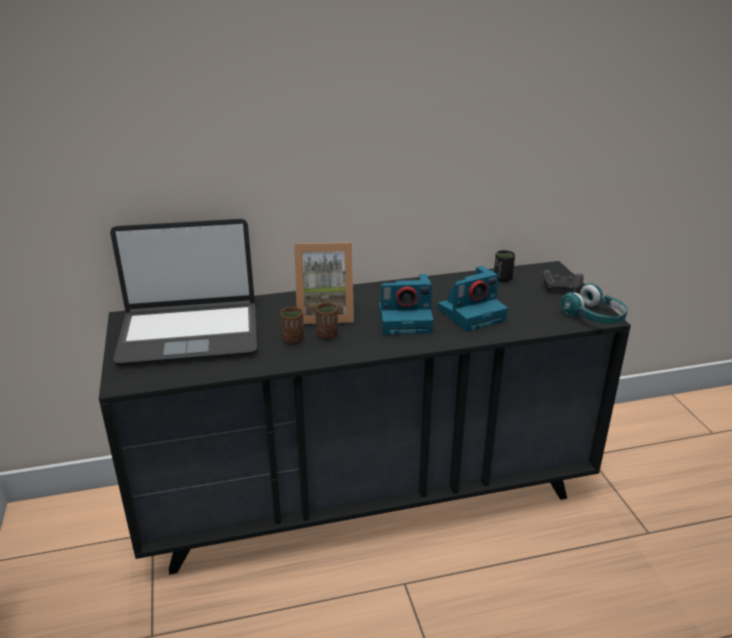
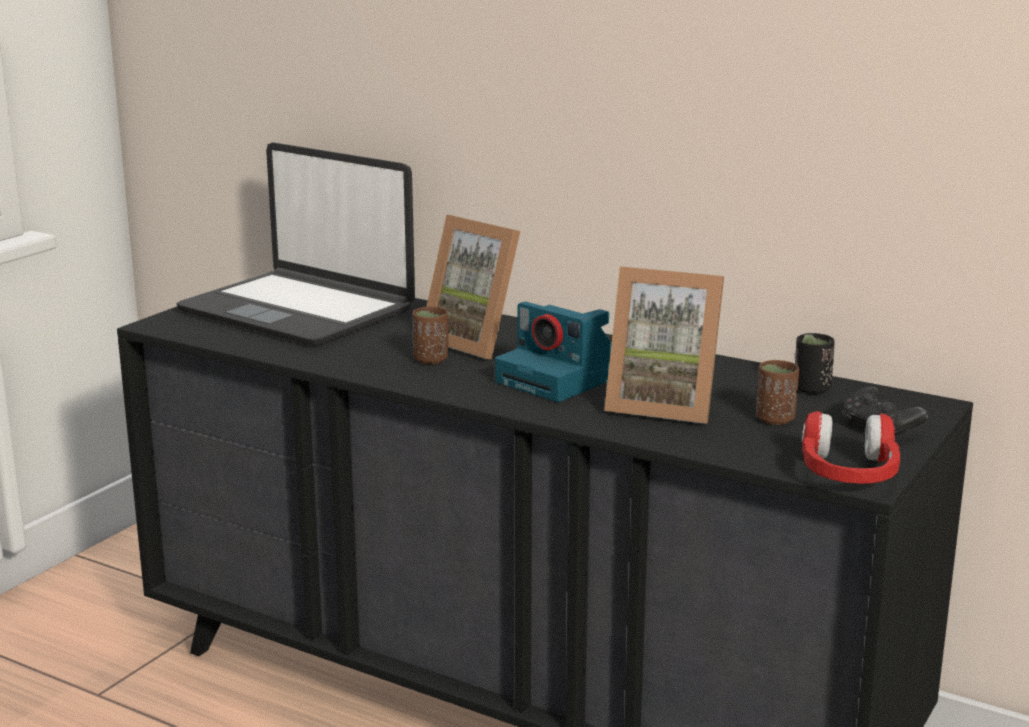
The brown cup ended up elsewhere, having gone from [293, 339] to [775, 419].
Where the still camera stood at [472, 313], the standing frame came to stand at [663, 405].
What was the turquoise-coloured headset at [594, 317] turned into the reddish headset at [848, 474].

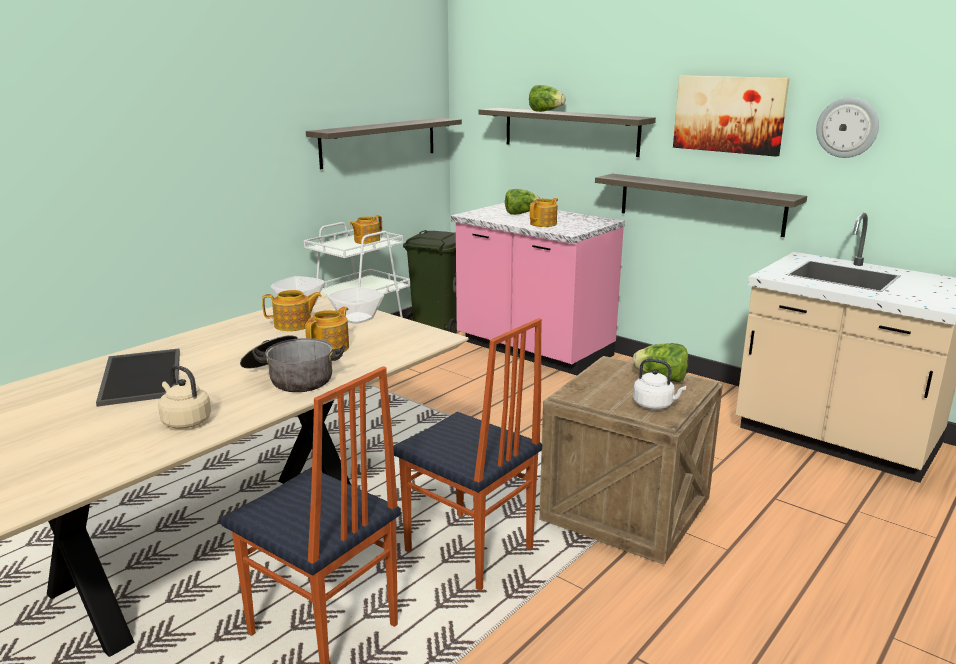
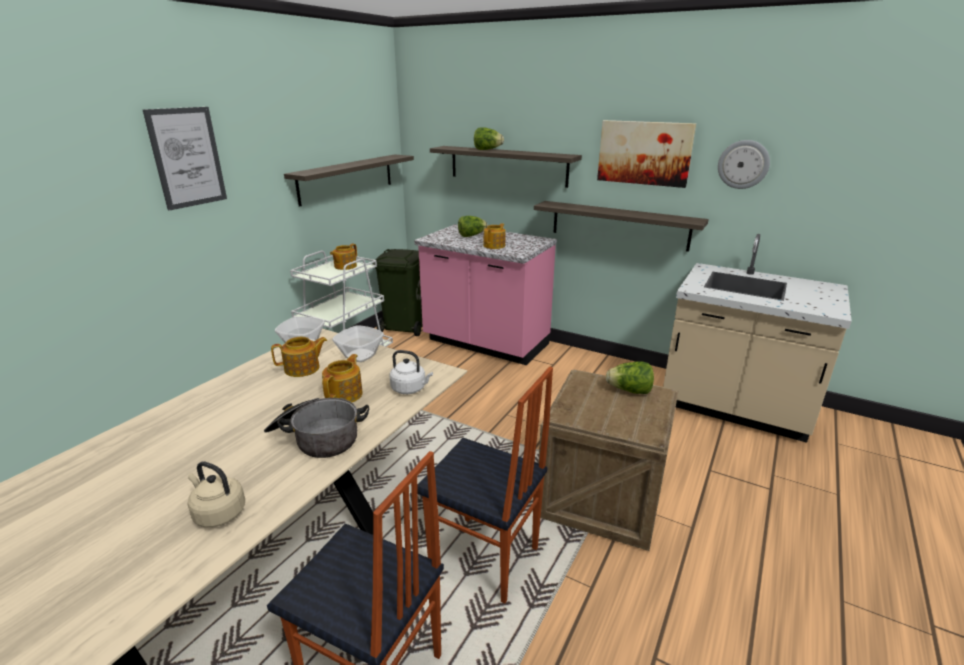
The second view lost the serving tray at [139, 376].
The second view gained the wall art at [187, 157].
The white-coloured kettle ended up elsewhere, having gone from [655, 405] to [410, 389].

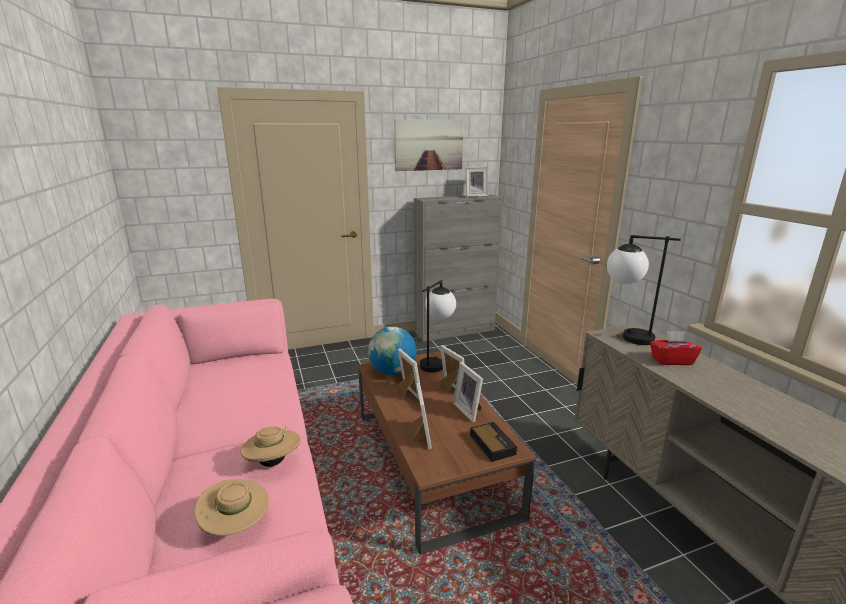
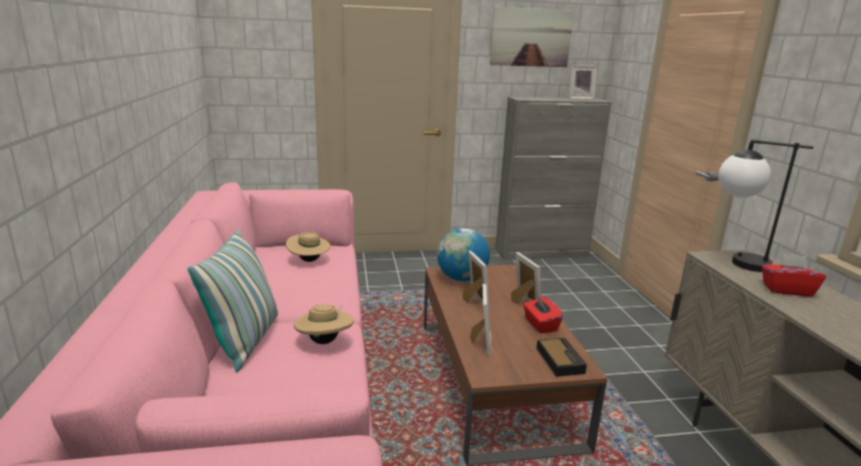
The second view lost the lamp for a table at [436, 362].
The second view gained the cushion at [245, 341].
The beige-coloured clothing hat ended up elsewhere, having gone from [236, 526] to [309, 260].
Where the standing frame stood at [469, 410], the reddish tissue box came to stand at [540, 325].

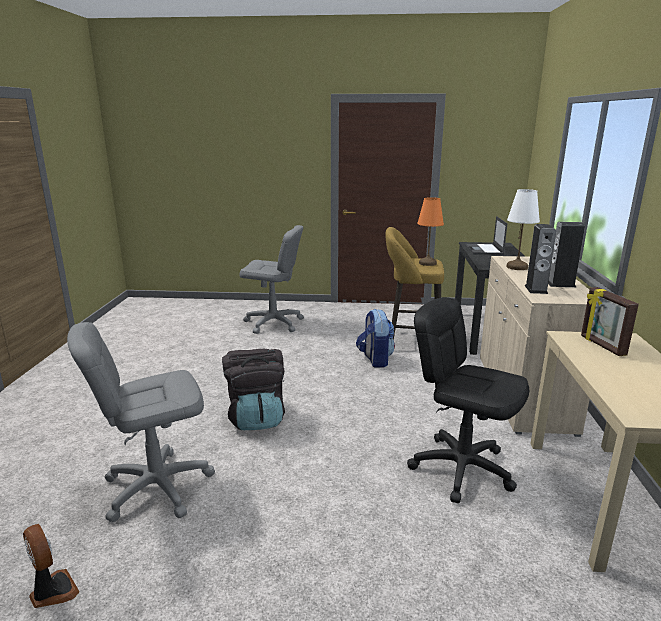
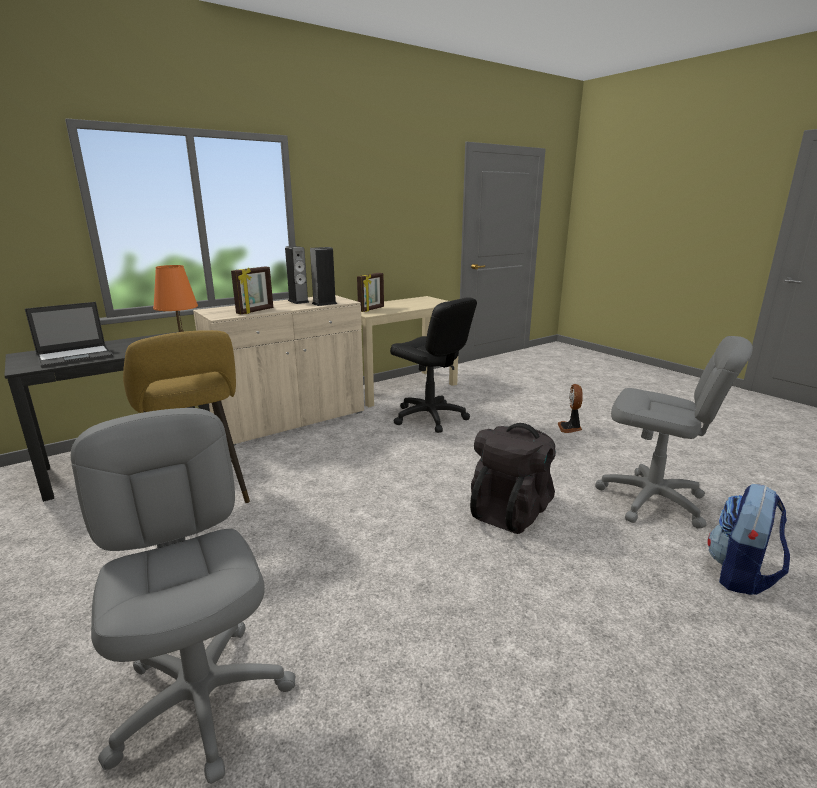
The cooling fan ended up elsewhere, having gone from [52, 591] to [570, 428].
The rucksack ended up elsewhere, having gone from [375, 360] to [740, 575].
Where the white-coloured lamp for a table stood at [517, 267], the standing frame came to stand at [255, 311].
The blackish computer chair at [461, 468] ended up facing another way, 45 degrees counterclockwise from before.

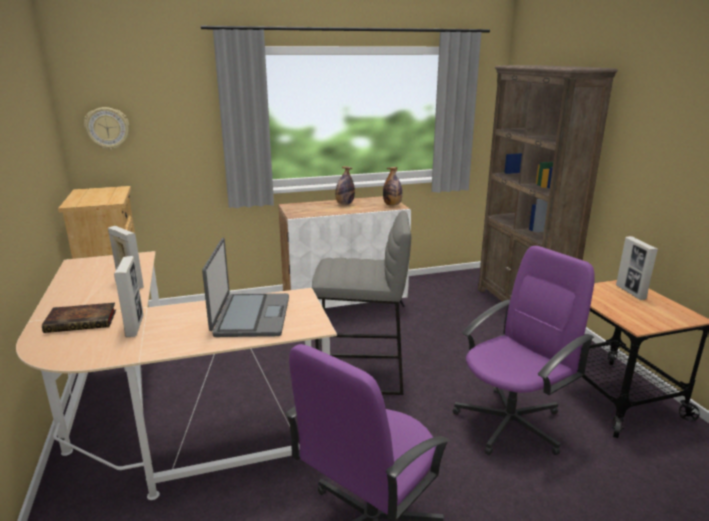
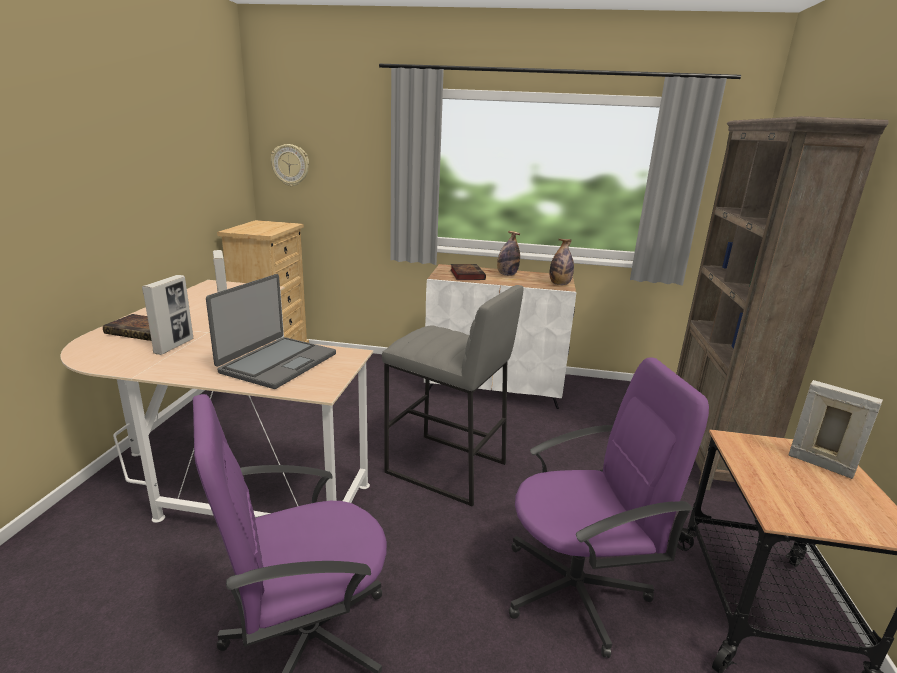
The second view gained the bound book at [466, 275].
The standing frame at [630, 292] ended up facing another way, 120 degrees clockwise from before.

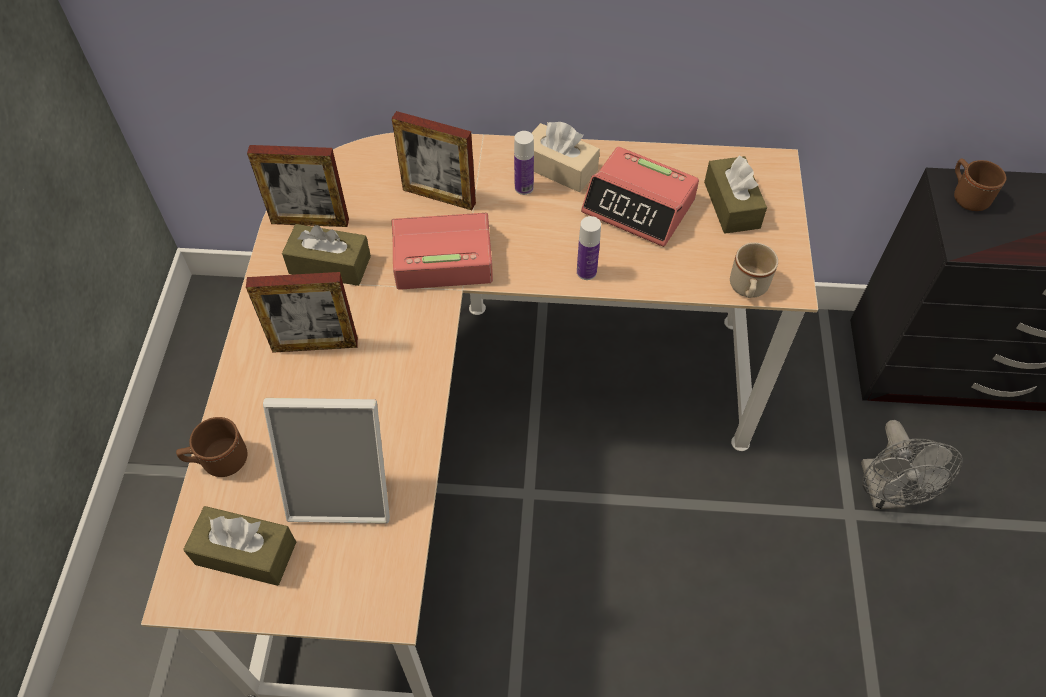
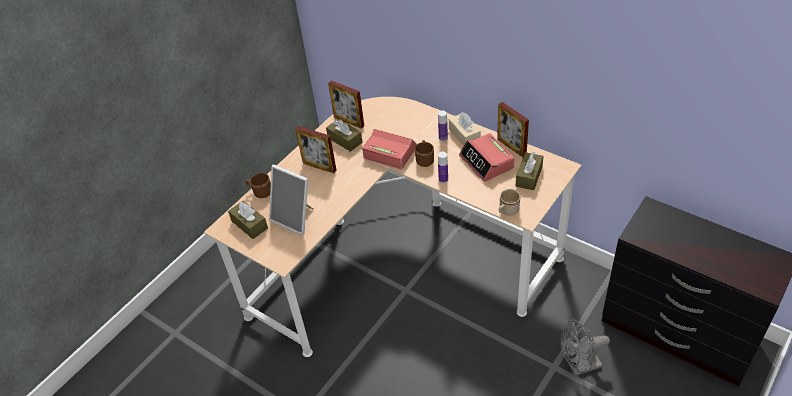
The standing frame ended up elsewhere, having gone from [439, 196] to [511, 147].
The brown mug ended up elsewhere, having gone from [966, 196] to [425, 159].
The greyish cooling fan at [885, 494] ended up facing another way, 45 degrees clockwise from before.

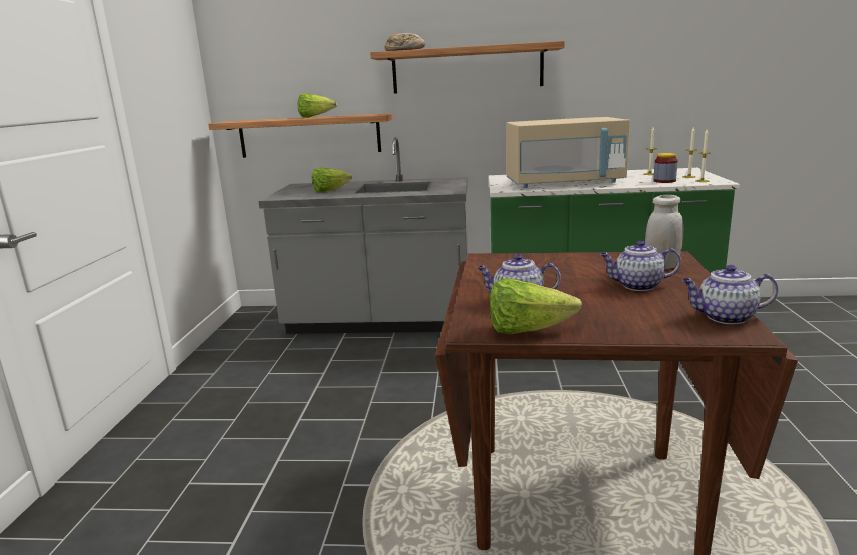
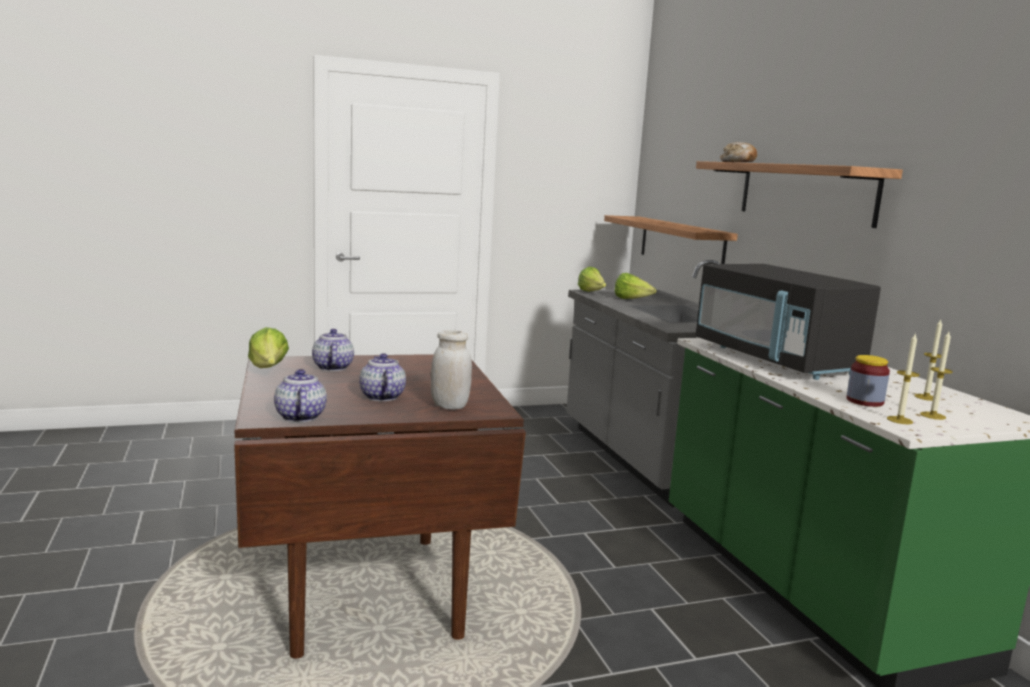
The lettuce ended up elsewhere, having gone from [315, 117] to [592, 293].
What was the beige-coloured microwave oven at [564, 183] turned into the blackish microwave oven at [775, 360].

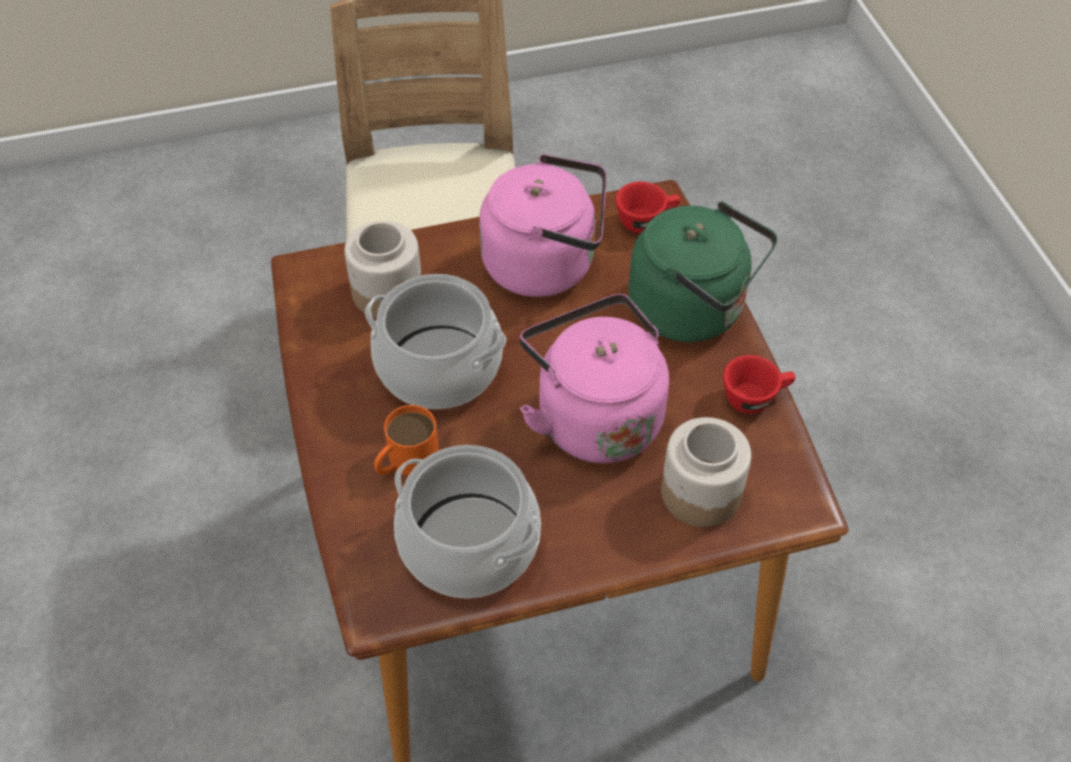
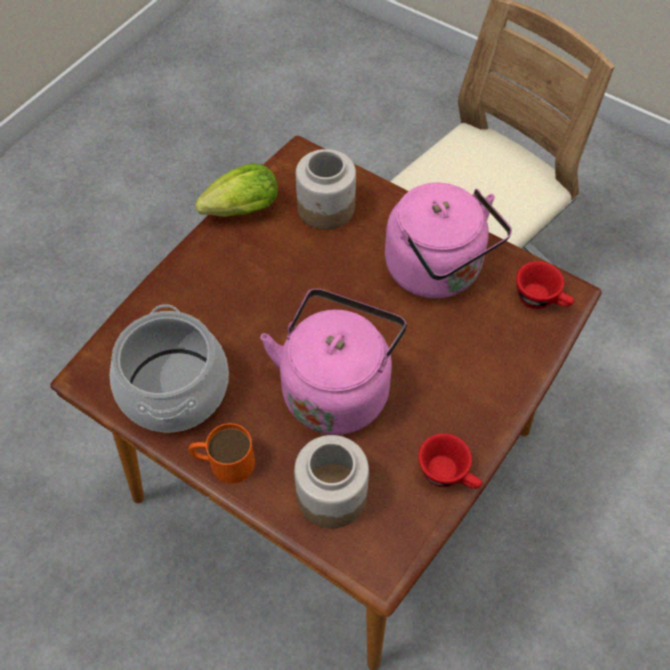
The second view lost the cooking pot at [438, 368].
The second view lost the green kettle at [693, 310].
The second view gained the lettuce at [238, 211].
The orangey mug ended up elsewhere, having gone from [405, 461] to [223, 462].

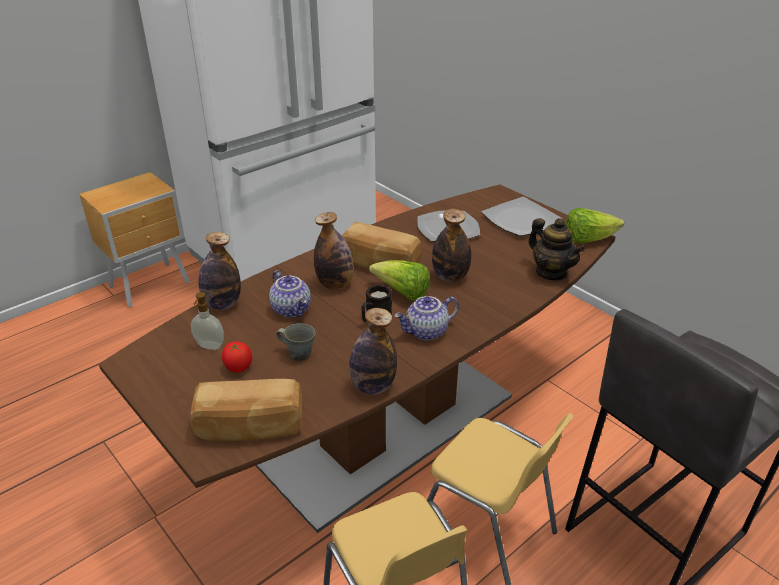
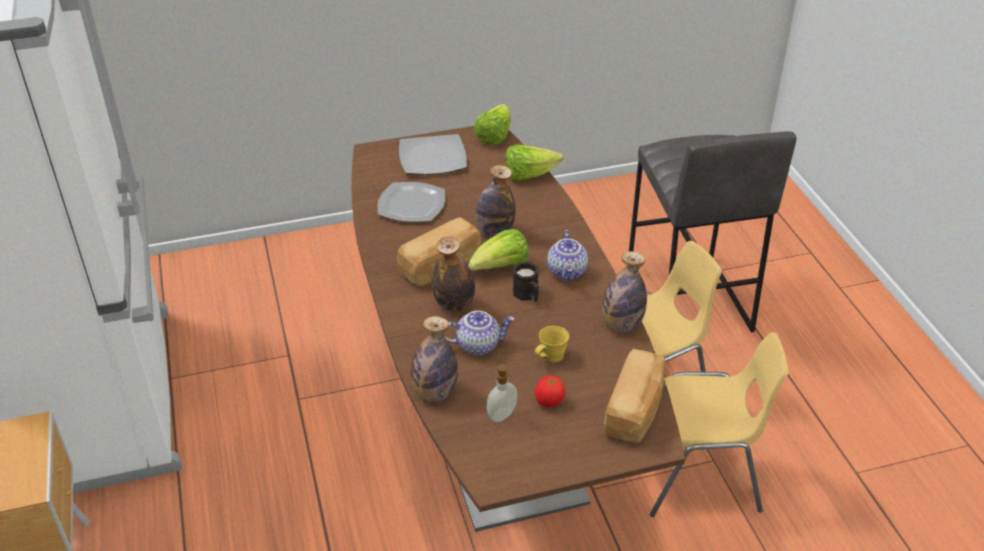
Where the tea pot stood at [551, 272], the lettuce came to stand at [529, 175].
What was the greyish mug at [298, 353] turned into the yellow-coloured mug at [551, 357].

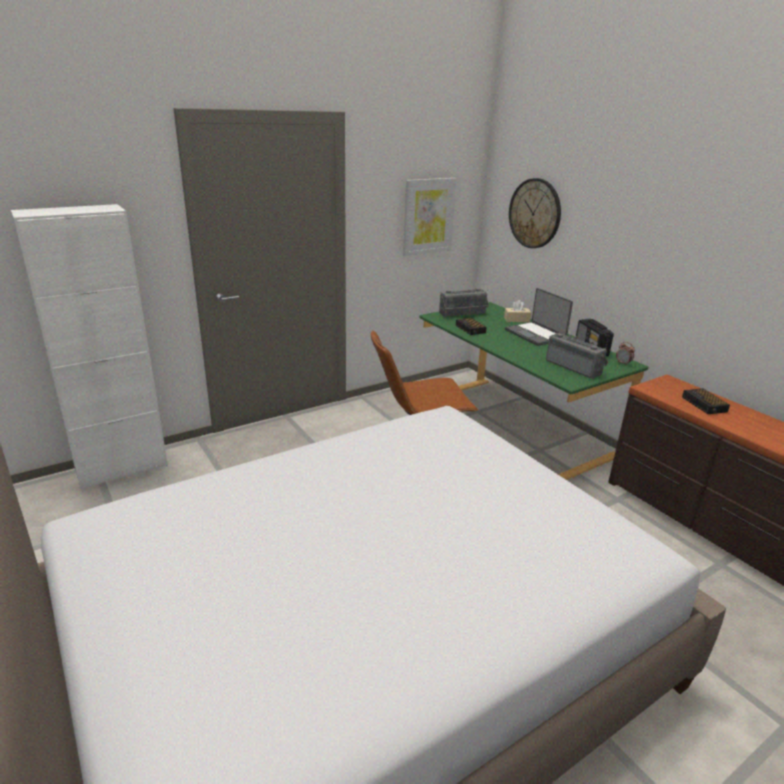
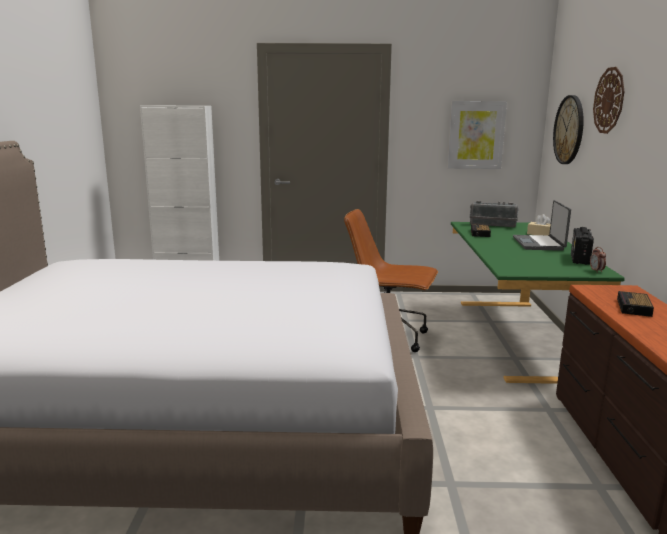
The second view lost the radio set at [575, 367].
The second view gained the wall clock at [609, 100].

